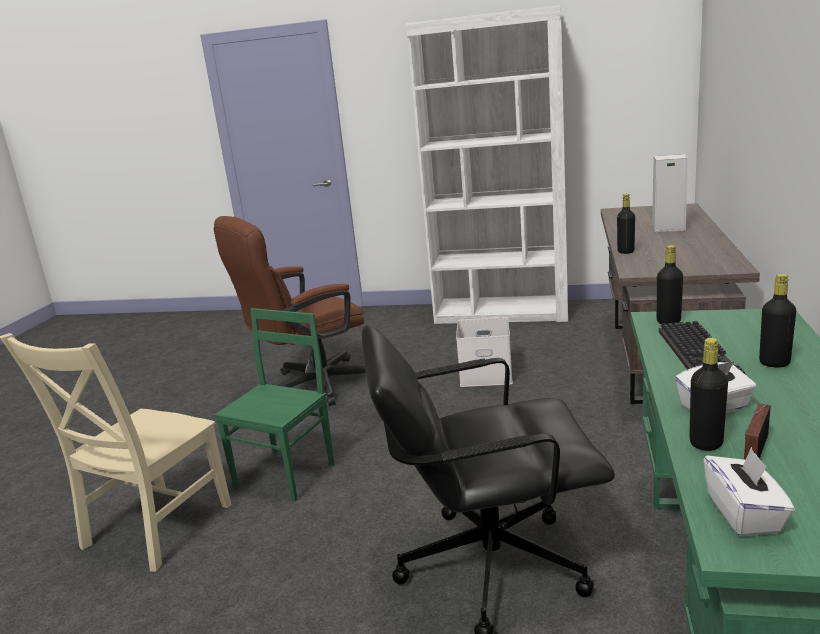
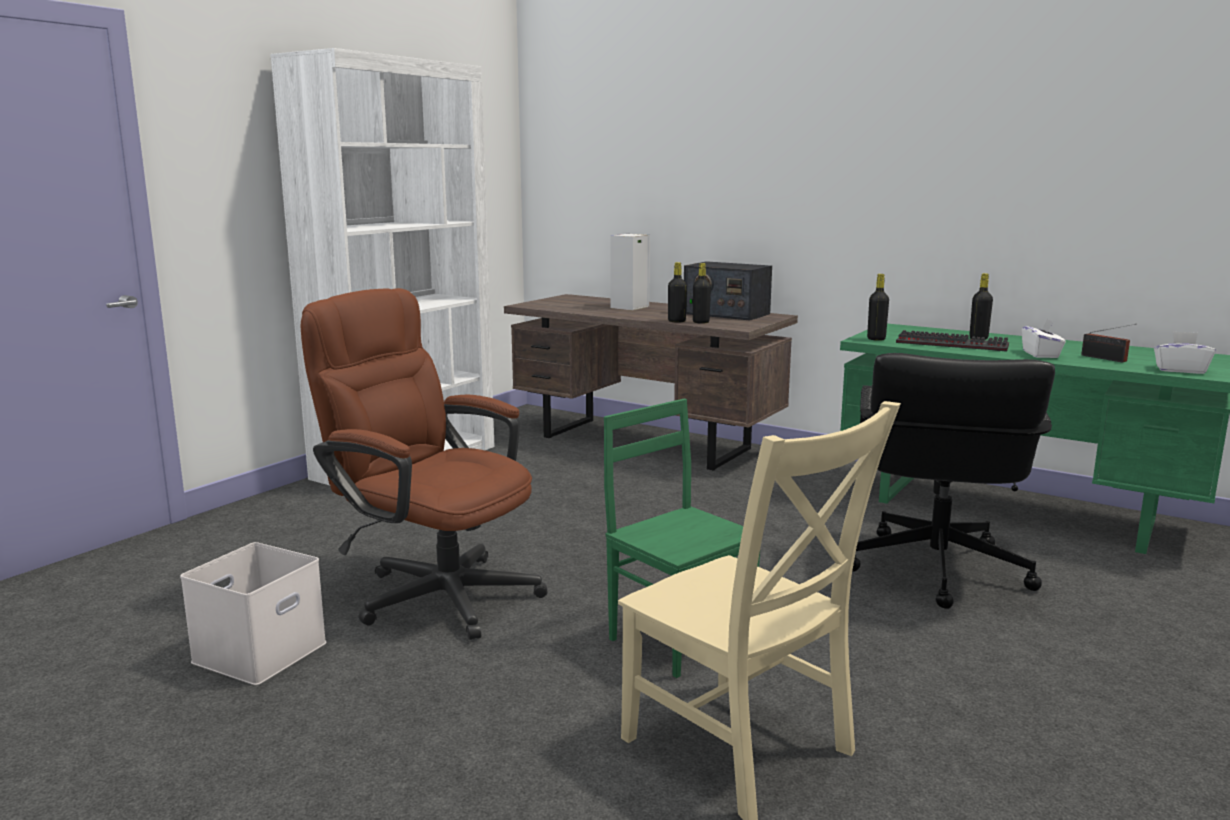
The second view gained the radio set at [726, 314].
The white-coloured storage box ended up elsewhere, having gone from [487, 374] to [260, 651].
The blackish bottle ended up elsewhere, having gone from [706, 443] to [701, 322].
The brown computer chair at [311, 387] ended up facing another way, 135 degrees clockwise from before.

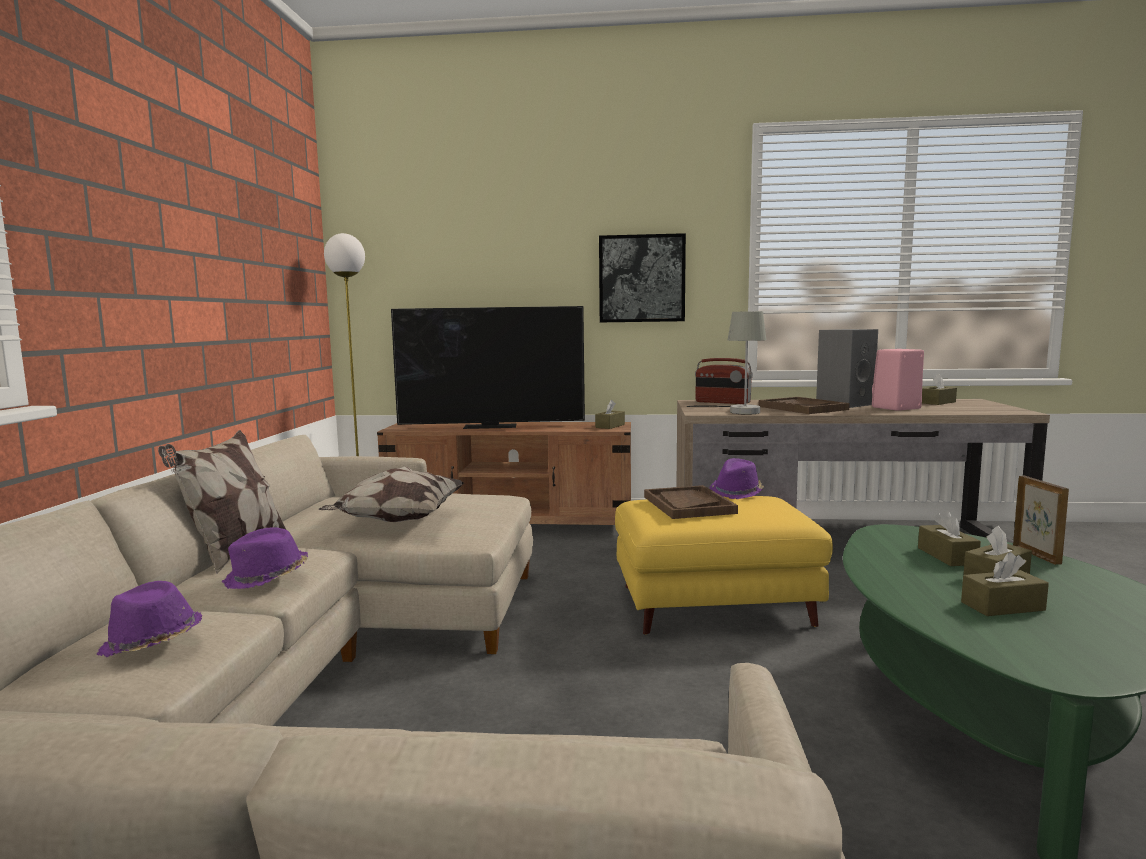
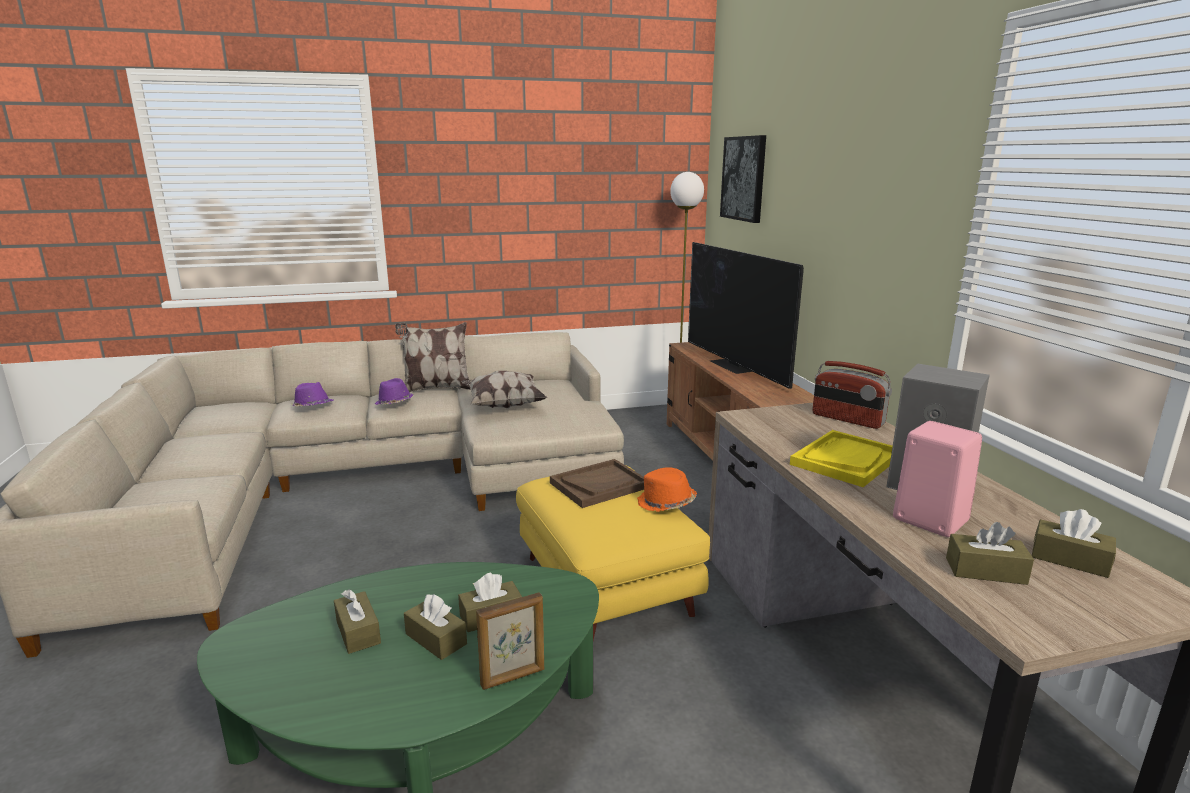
The second view lost the greyish lamp for a table at [737, 411].
The brown tissue box ended up elsewhere, having gone from [610, 426] to [985, 571].
The wall art ended up elsewhere, having gone from [642, 278] to [744, 178].
What was the purple clothing hat at [737, 492] turned into the orangey clothing hat at [666, 503].
What was the brown serving tray at [802, 408] turned into the yellow-coloured serving tray at [845, 460].
The radio set at [722, 402] ended up facing another way, 60 degrees counterclockwise from before.

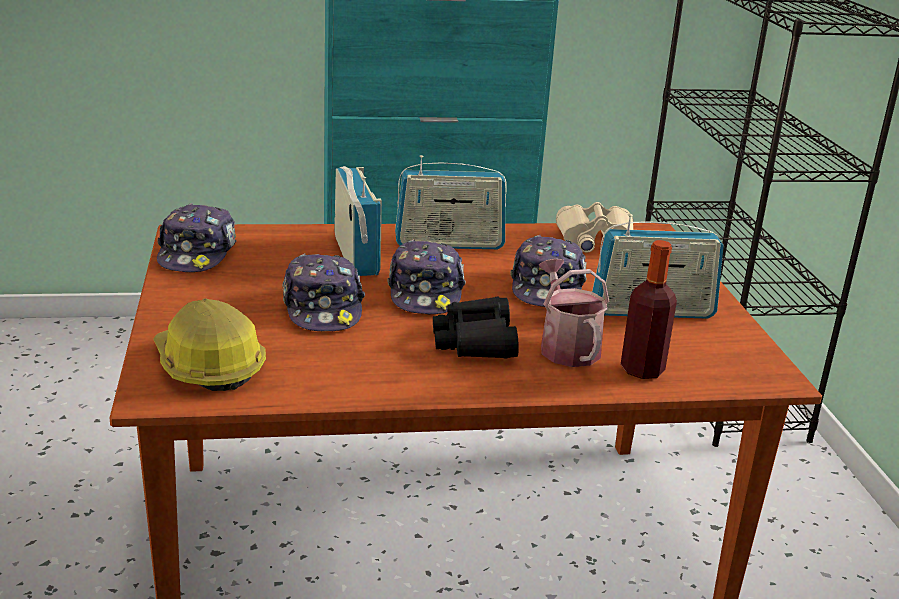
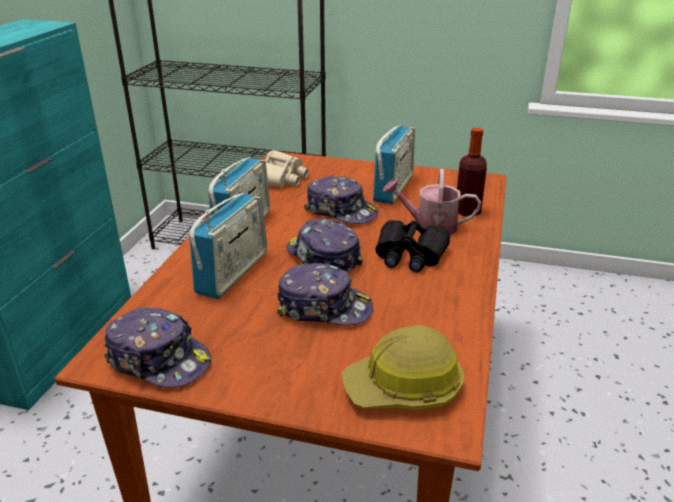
The radio set at [355, 255] ended up facing another way, 105 degrees clockwise from before.
The baseball cap at [426, 293] ended up facing another way, 150 degrees counterclockwise from before.

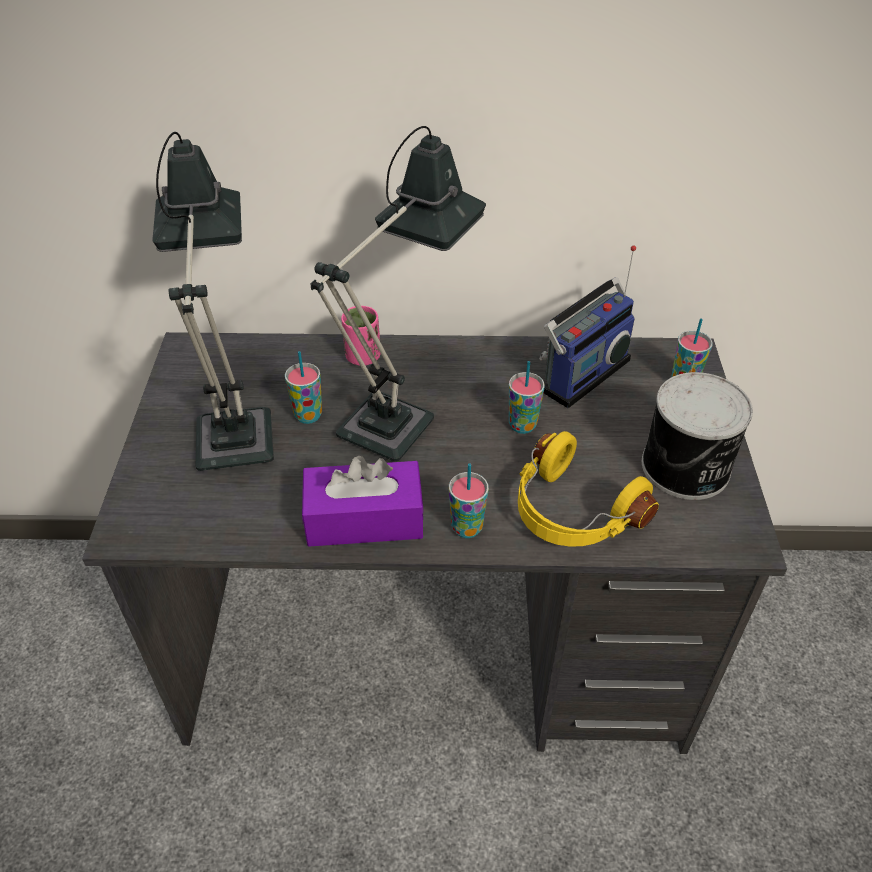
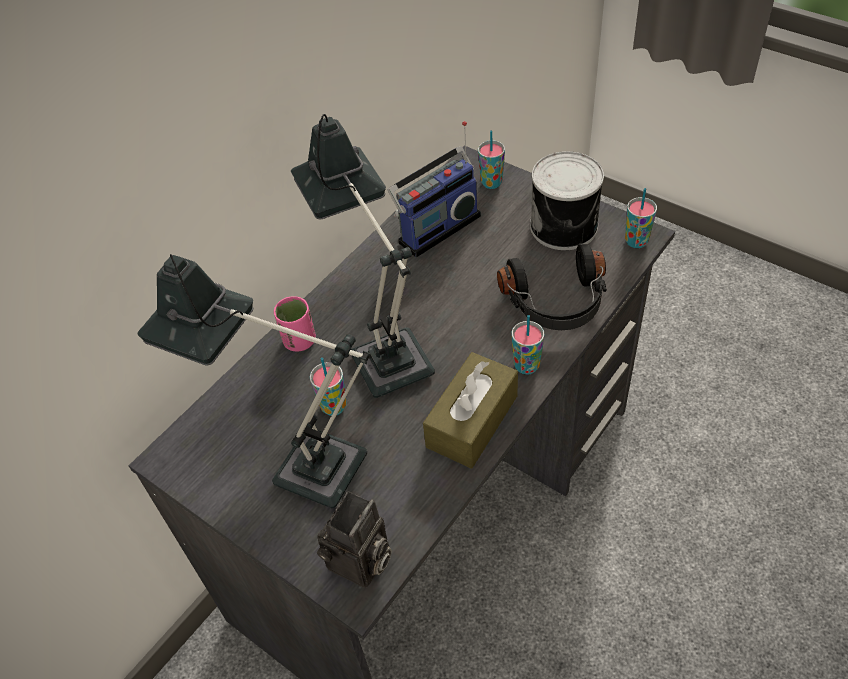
The second view gained the still camera at [360, 564].
The cup ended up elsewhere, having gone from [522, 425] to [636, 241].
What was the purple tissue box at [364, 519] turned into the brown tissue box at [472, 421].
What was the yellow-coloured headset at [572, 512] turned into the blackish headset at [557, 303].
The radio set at [581, 373] ended up facing another way, 60 degrees clockwise from before.

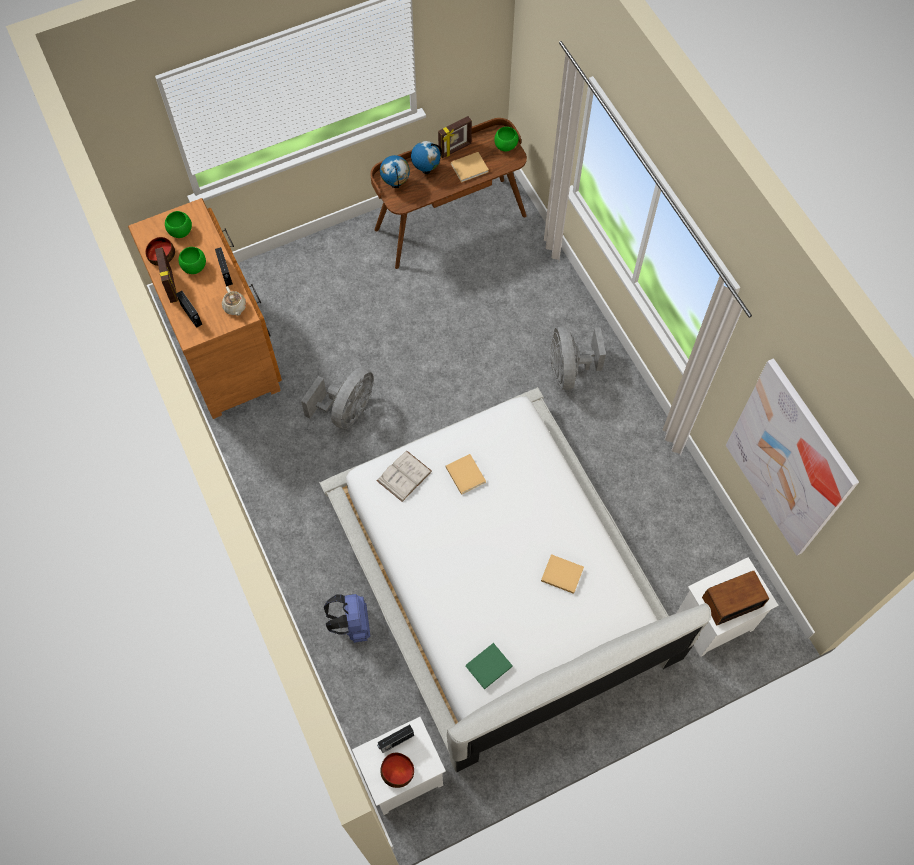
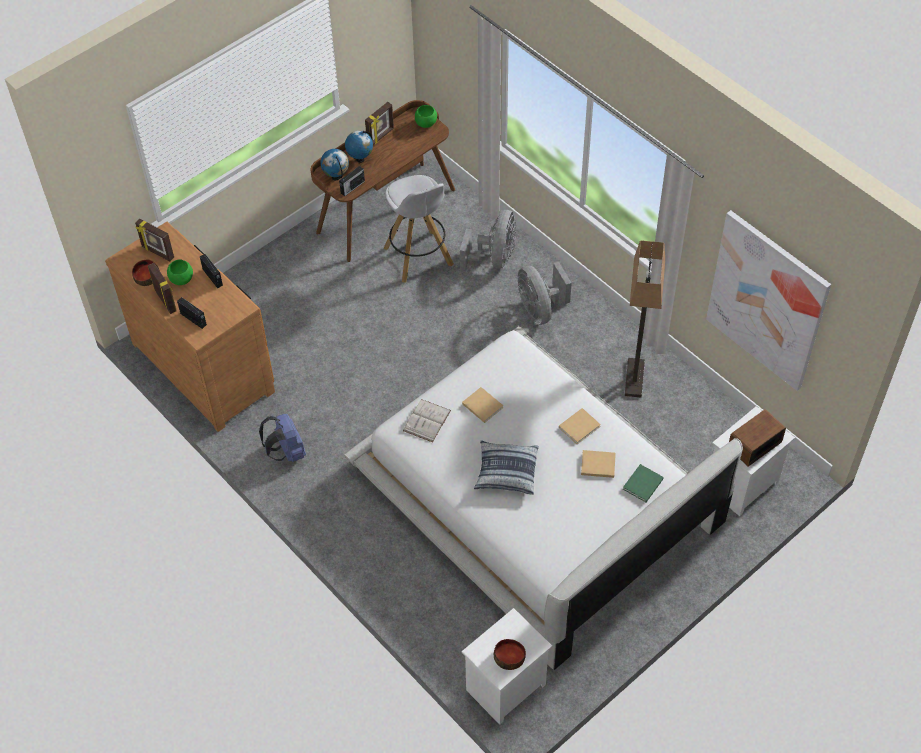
The second view lost the beige-coloured tea pot at [235, 307].
The second view gained the white-coloured stool at [419, 257].
The second view gained the cushion at [506, 472].
The second view gained the standing lamp at [634, 379].
The greyish cooling fan ended up elsewhere, having gone from [346, 411] to [494, 258].
The bluish rucksack ended up elsewhere, having gone from [352, 624] to [286, 452].
The radio set ended up elsewhere, having gone from [395, 741] to [352, 187].
The beige-coloured bound book ended up elsewhere, having gone from [470, 167] to [580, 426].
The green bound book ended up elsewhere, having gone from [487, 667] to [642, 485].
Where the green deep dish stood at [181, 231], the standing frame came to stand at [157, 253].

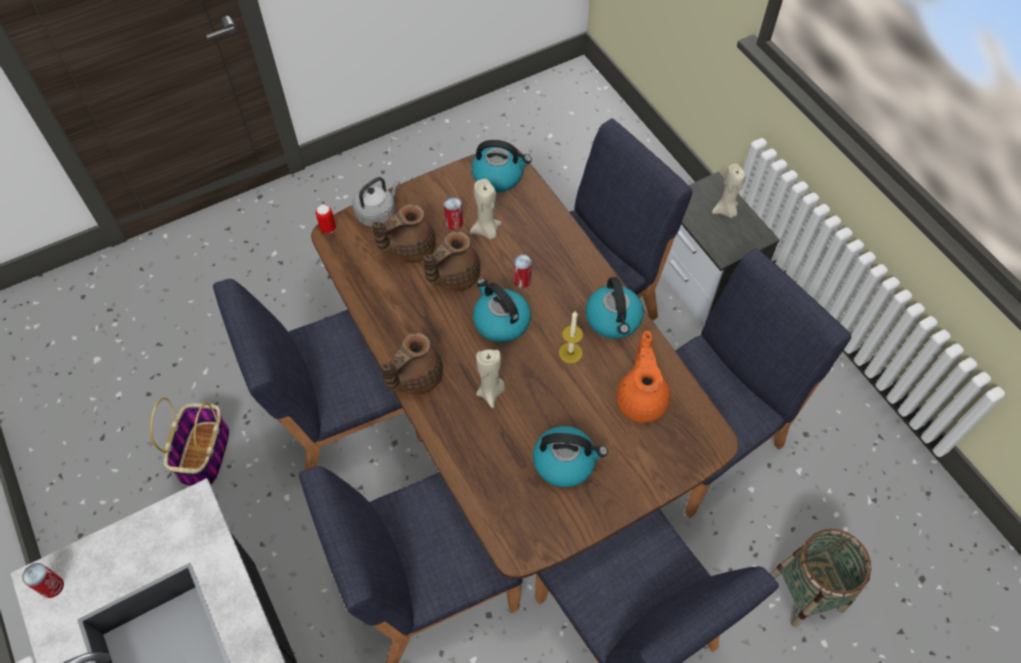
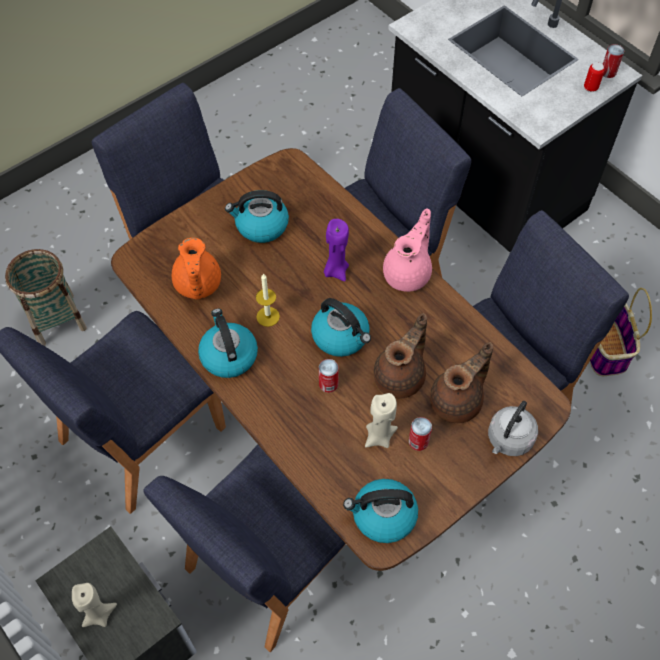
The can ended up elsewhere, having gone from [328, 228] to [590, 88].
What was the brown tea pot at [414, 377] turned into the pinkish tea pot at [408, 273].
What was the beige-coloured candle at [491, 392] turned into the purple candle at [335, 270].

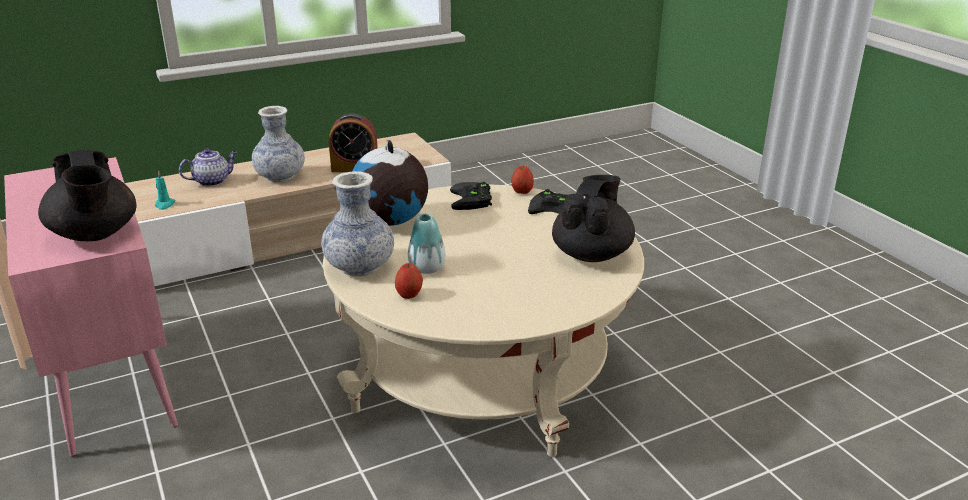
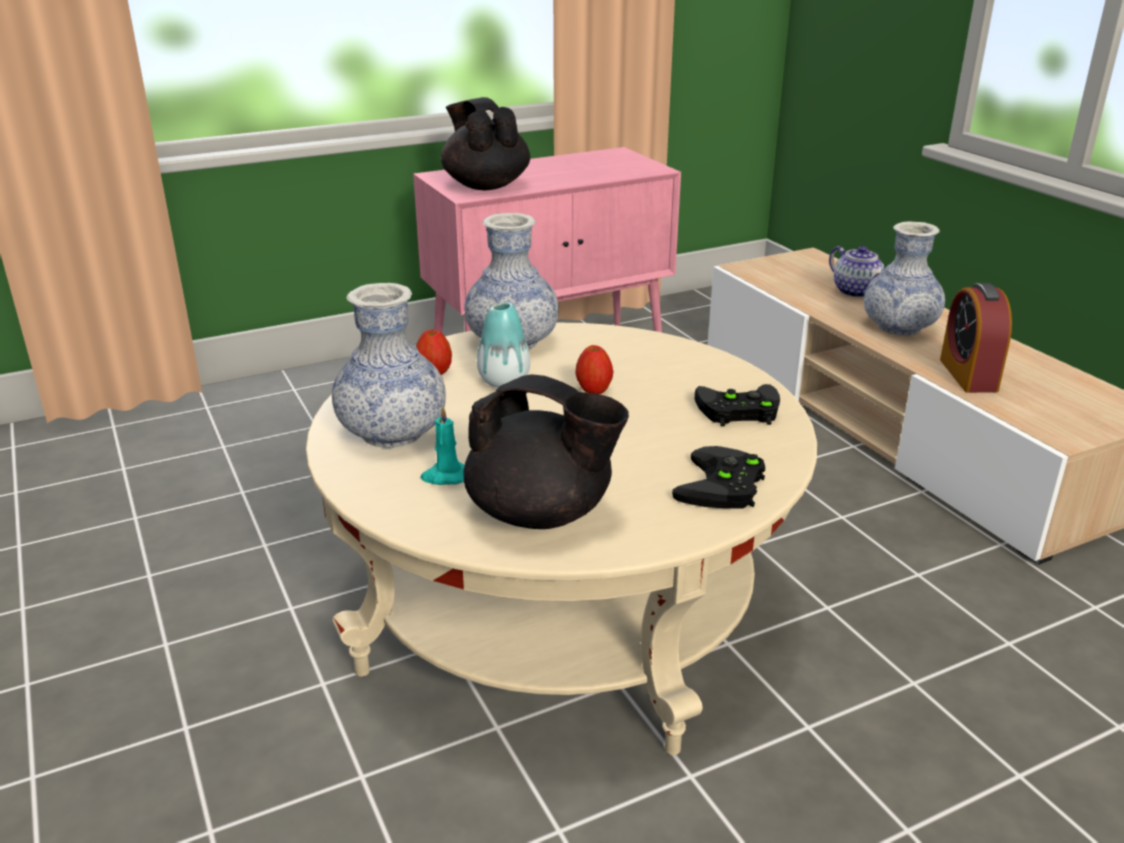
The second view lost the world globe at [390, 221].
The second view gained the vase at [392, 433].
The turquoise-coloured candle ended up elsewhere, having gone from [164, 205] to [445, 476].
The apple ended up elsewhere, having gone from [522, 192] to [593, 390].
The blackish tea pot at [95, 235] ended up facing another way, 90 degrees clockwise from before.

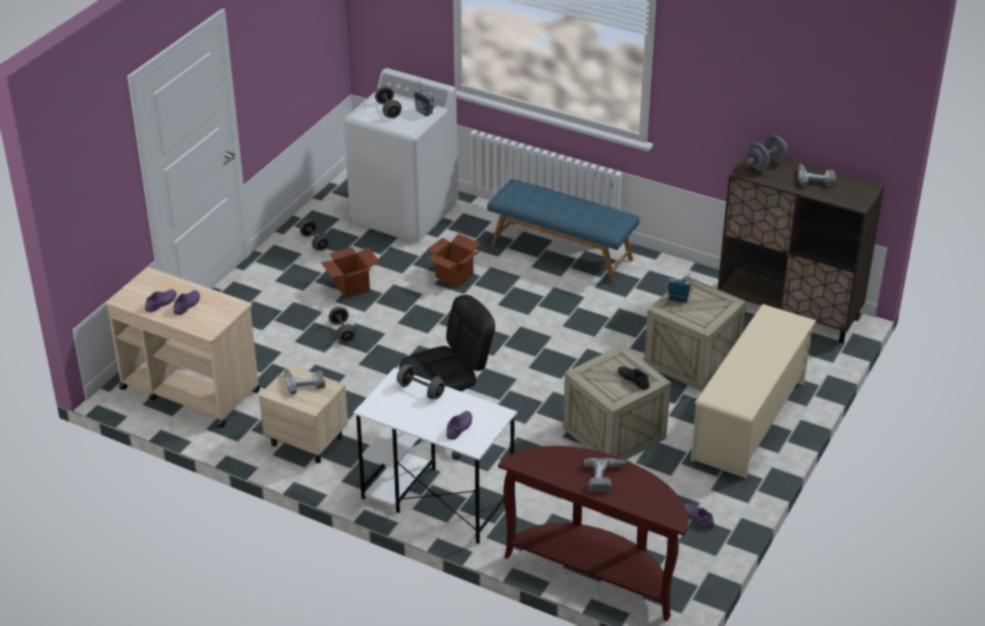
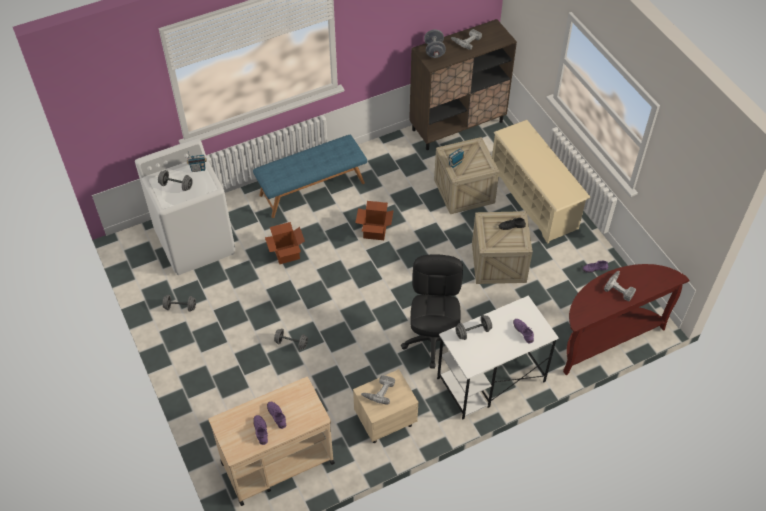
The carton ended up elsewhere, having gone from [352, 287] to [375, 231].

